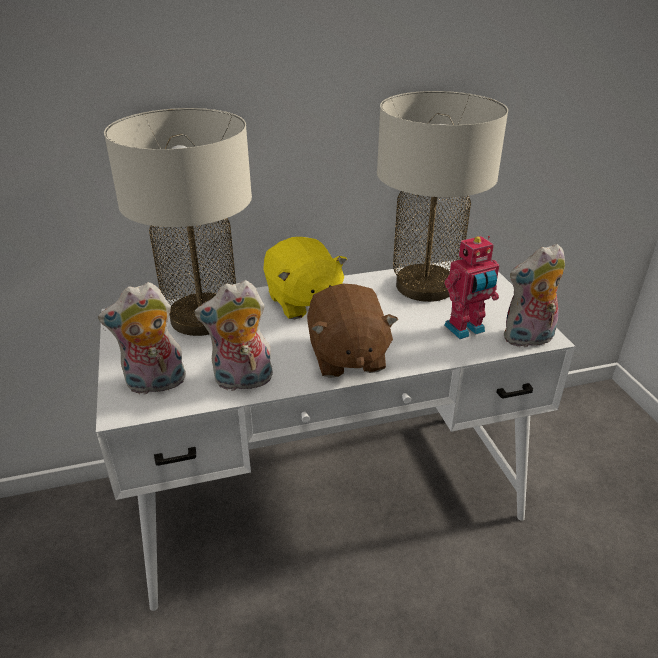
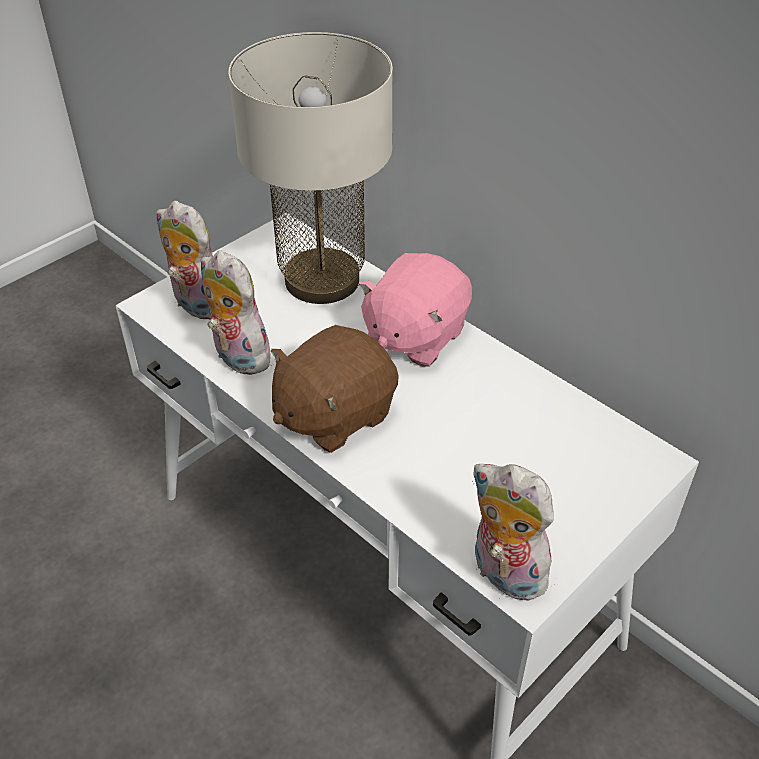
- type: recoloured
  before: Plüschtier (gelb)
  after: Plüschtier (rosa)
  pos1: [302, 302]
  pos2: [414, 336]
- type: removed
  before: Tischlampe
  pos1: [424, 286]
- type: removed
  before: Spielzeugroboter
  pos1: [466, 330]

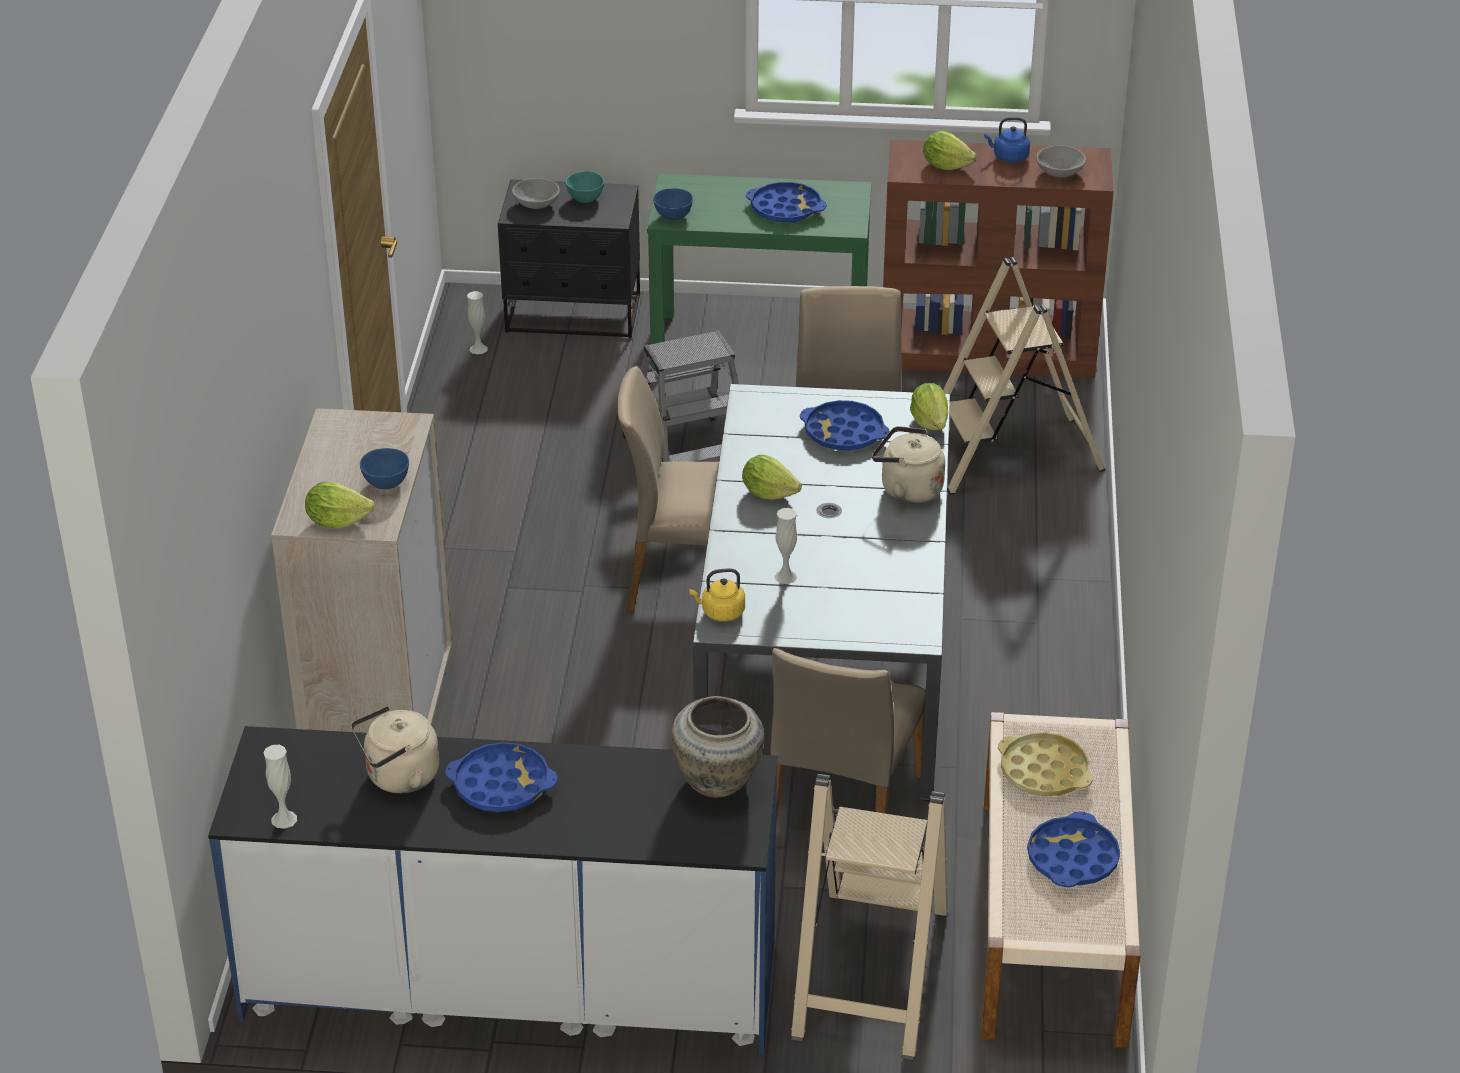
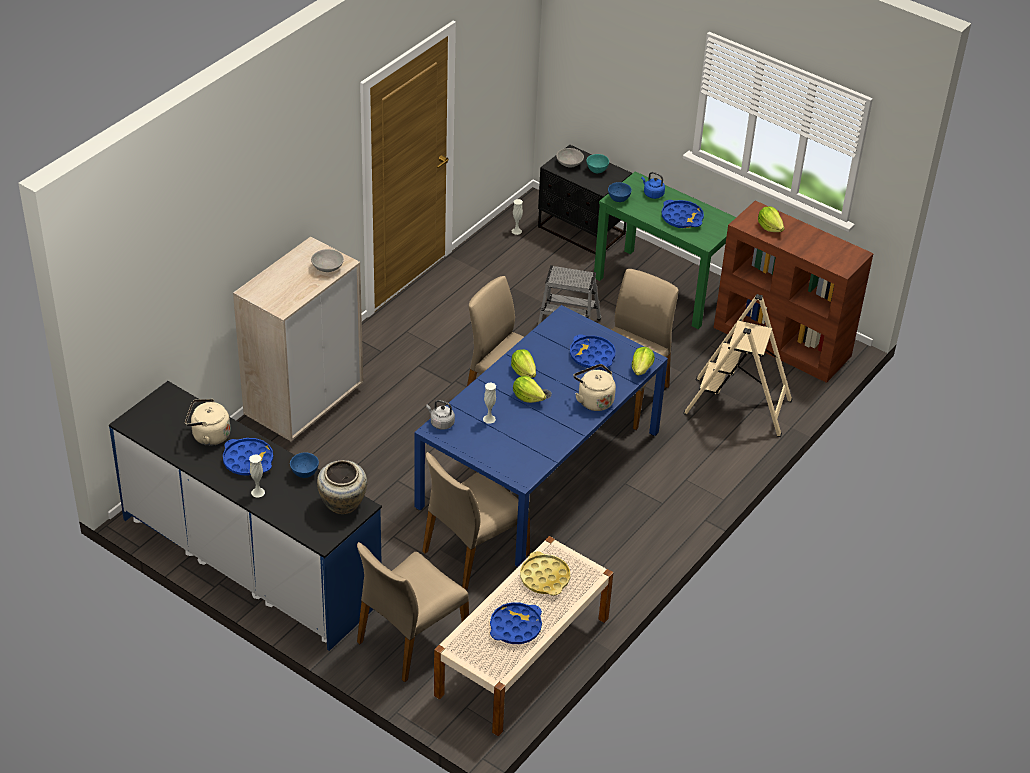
- type: moved
  before: Vase (weiß)
  pos1: [284, 819]
  pos2: [258, 492]
- type: moved
  before: Schüssel (blau)
  pos1: [386, 484]
  pos2: [304, 473]
- type: moved
  before: Schüssel (grau)
  pos1: [1059, 172]
  pos2: [327, 267]
- type: replaced
  before: Trittleiter (beige)
  after: Stuhl (beige)
  pos1: [870, 975]
  pos2: [411, 639]
- type: recoloured
  before: Esstisch (grau)
  after: Esstisch (blau)
  pos1: [824, 654]
  pos2: [539, 469]
- type: recoloured
  before: Wasserkessel (gelb)
  after: Wasserkessel (grau)
  pos1: [720, 612]
  pos2: [441, 423]
- type: moved
  before: Salatkopf
  pos1: [337, 521]
  pos2: [527, 397]
- type: moved
  before: Wasserkessel (blau)
  pos1: [1008, 157]
  pos2: [652, 194]

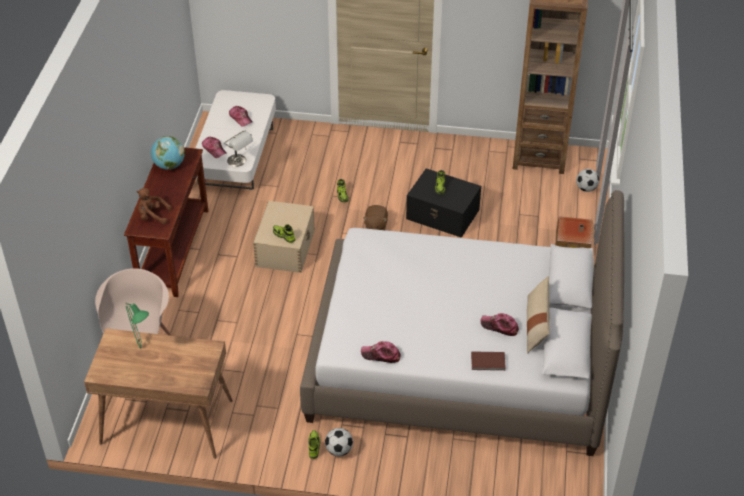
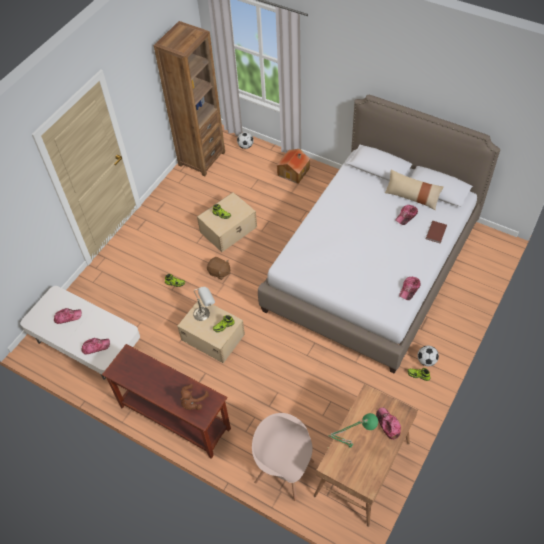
- type: moved
  before: Tischlampe (weiß)
  pos1: [239, 162]
  pos2: [204, 312]
- type: recoloured
  before: Aufbewahrungsbox (schwarz)
  after: Aufbewahrungsbox (beige)
  pos1: [443, 214]
  pos2: [229, 229]
- type: added
  after: Kappe
  pos2: [388, 424]
- type: removed
  before: Globus
  pos1: [169, 166]

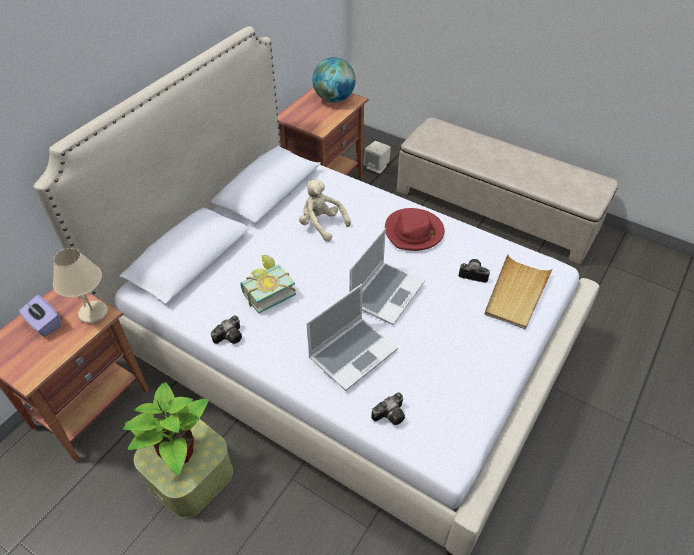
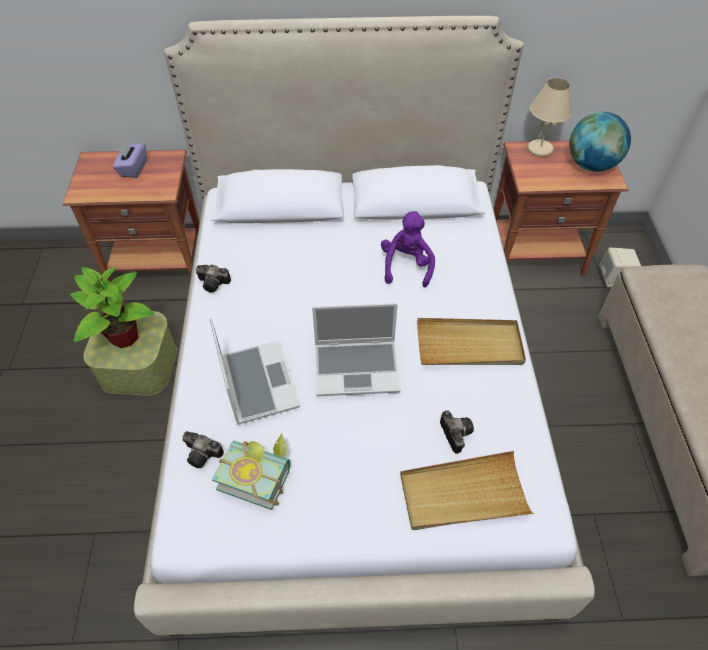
- type: turned
  before: Laptop
  pos1: [353, 353]
  pos2: [257, 382]
  turn: -120
- type: moved
  before: Buch
  pos1: [266, 292]
  pos2: [258, 473]
- type: recoloured
  before: Plüschtier (beige)
  after: Plüschtier (lila)
  pos1: [321, 225]
  pos2: [406, 266]
- type: replaced
  before: Hut (rot)
  after: Tablett (beige)
  pos1: [414, 232]
  pos2: [469, 345]
- type: moved
  before: Tischlampe (beige)
  pos1: [93, 312]
  pos2: [540, 149]

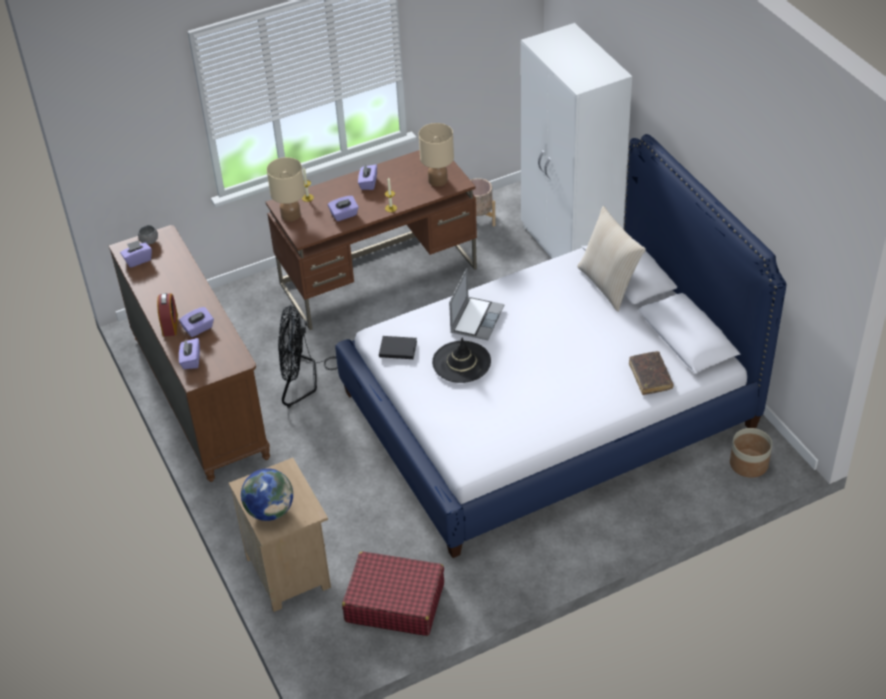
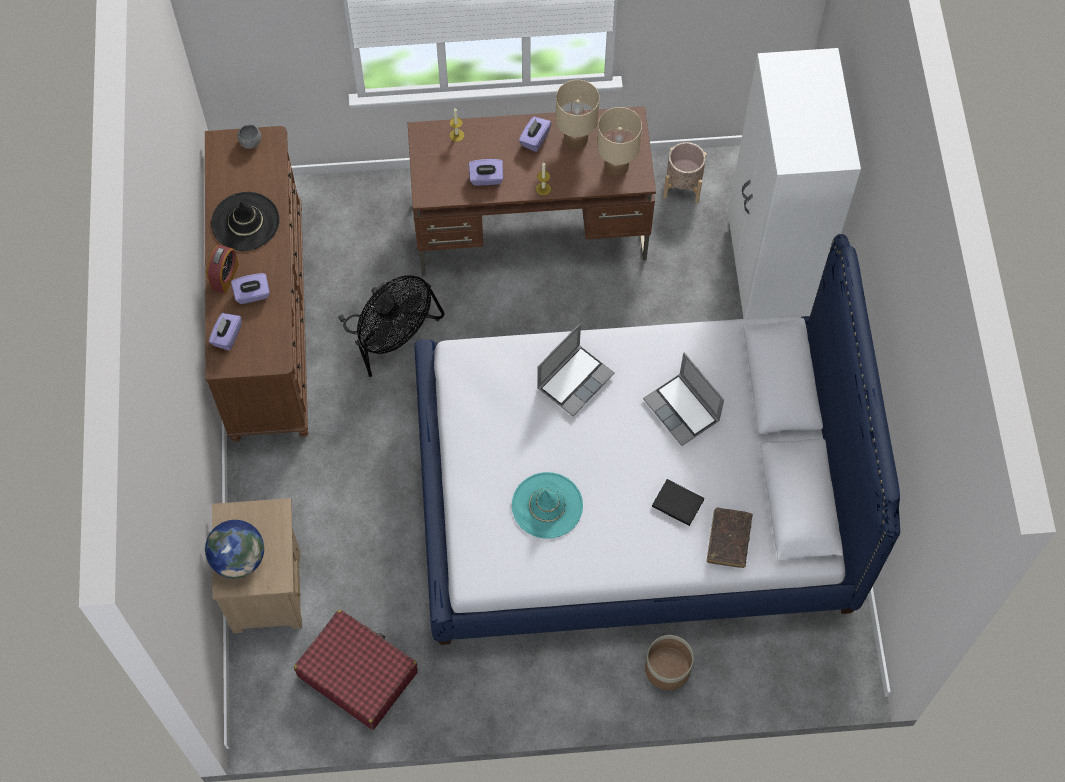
- type: moved
  before: Hut (schwarz)
  pos1: [461, 362]
  pos2: [245, 221]
- type: turned
  before: Ventilator (schwarz)
  pos1: [303, 375]
  pos2: [389, 337]
  turn: -150
- type: added
  after: Hut (türkis)
  pos2: [547, 505]
- type: moved
  before: Tischlampe (beige)
  pos1: [291, 215]
  pos2: [576, 139]
- type: added
  after: Laptop
  pos2: [683, 410]
- type: moved
  before: Pflanzkübel
  pos1: [748, 464]
  pos2: [667, 668]
- type: moved
  before: Buch (schwarz)
  pos1: [397, 348]
  pos2: [677, 502]
- type: removed
  before: Taschentuchbox (lila)
  pos1: [138, 260]
- type: removed
  before: Kissen (beige)
  pos1: [608, 284]

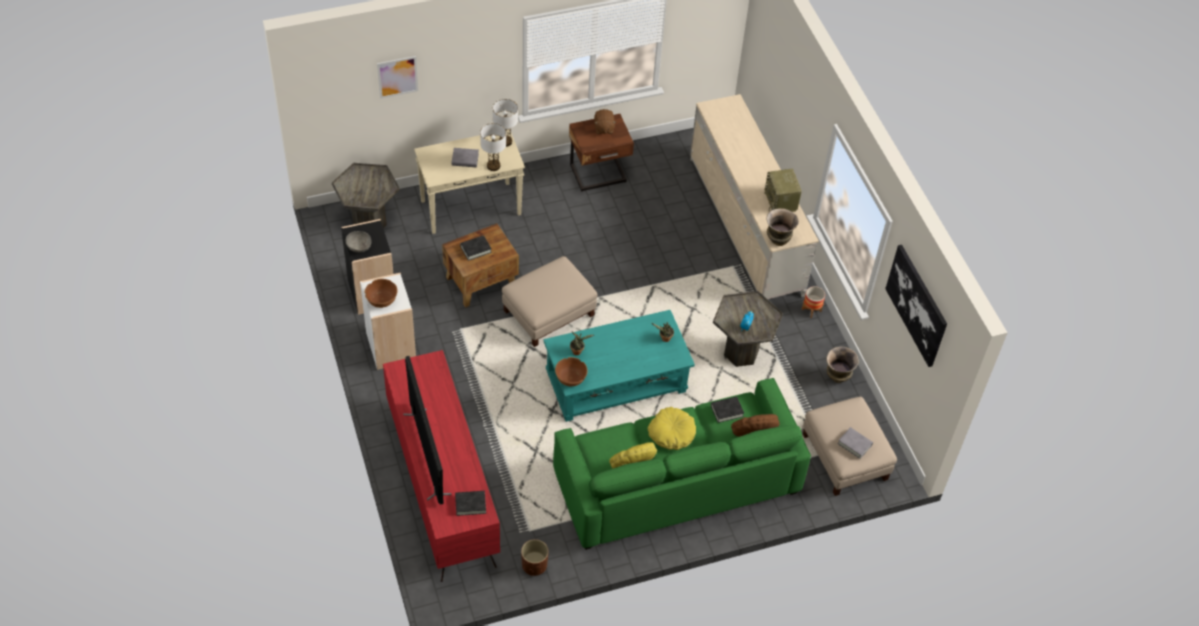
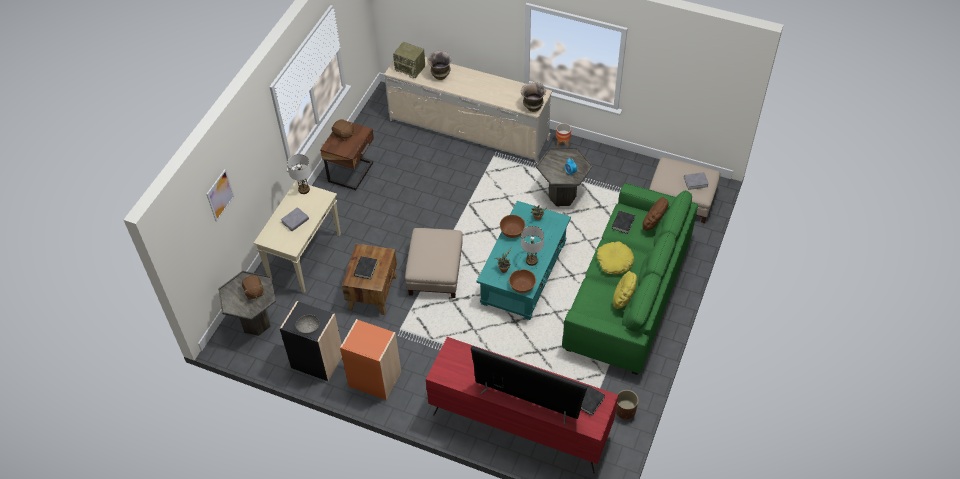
- type: added
  after: Plüschtier (braun)
  pos2: [254, 292]
- type: recoloured
  before: Bücherregal (weiß)
  after: Bücherregal (orange)
  pos1: [390, 346]
  pos2: [374, 379]
- type: moved
  before: Radio
  pos1: [781, 202]
  pos2: [410, 68]
- type: moved
  before: Vase
  pos1: [837, 377]
  pos2: [440, 76]
- type: moved
  before: Schüssel (braun)
  pos1: [381, 300]
  pos2: [512, 232]
- type: moved
  before: Tischlampe
  pos1: [493, 166]
  pos2: [531, 260]
- type: removed
  before: Bild
  pos1: [917, 305]

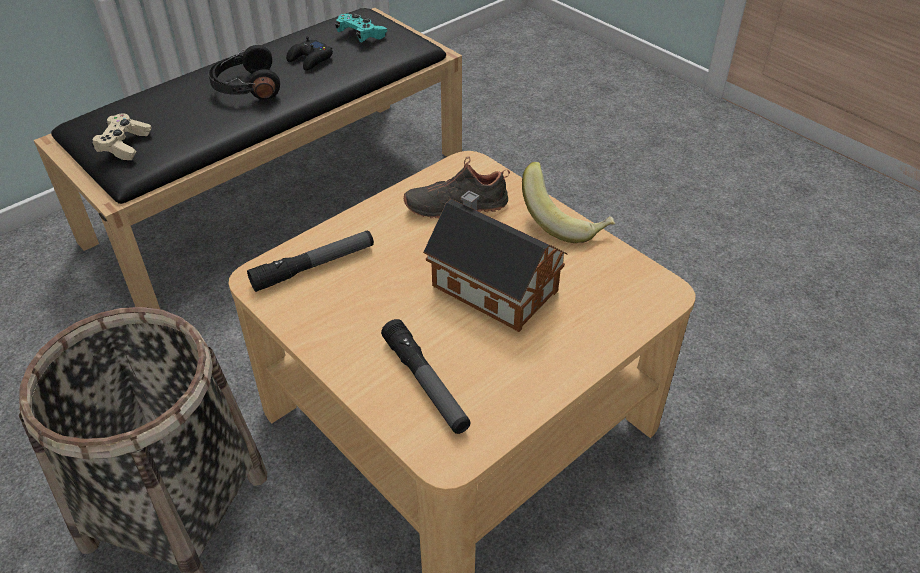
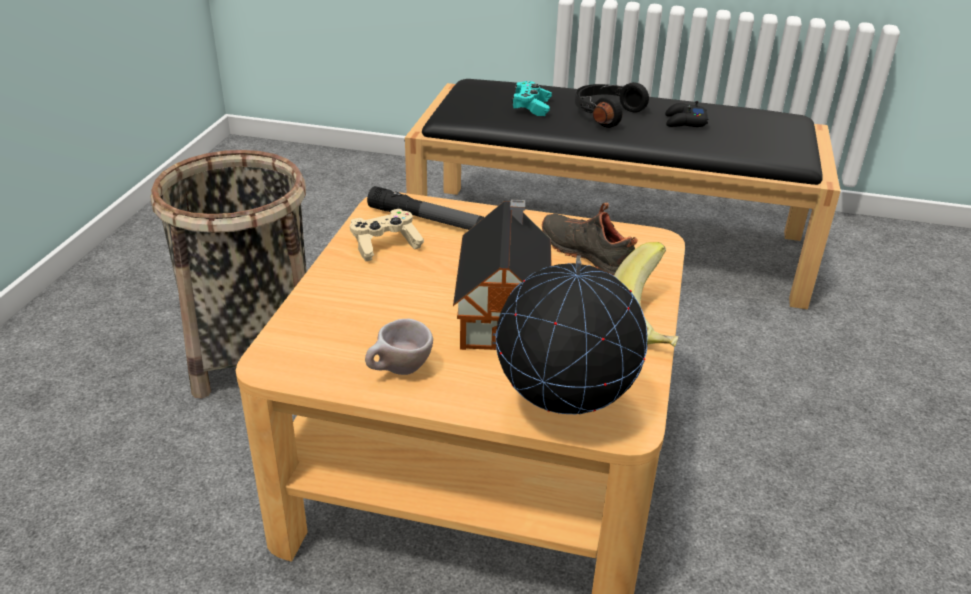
- type: moved
  before: Gamepad (beige)
  pos1: [125, 145]
  pos2: [385, 245]
- type: added
  after: Tasse (beige)
  pos2: [399, 372]
- type: added
  after: Globus
  pos2: [563, 412]
- type: moved
  before: Gamepad (türkis)
  pos1: [361, 35]
  pos2: [531, 107]
- type: removed
  before: Taschenlampe
  pos1: [425, 383]

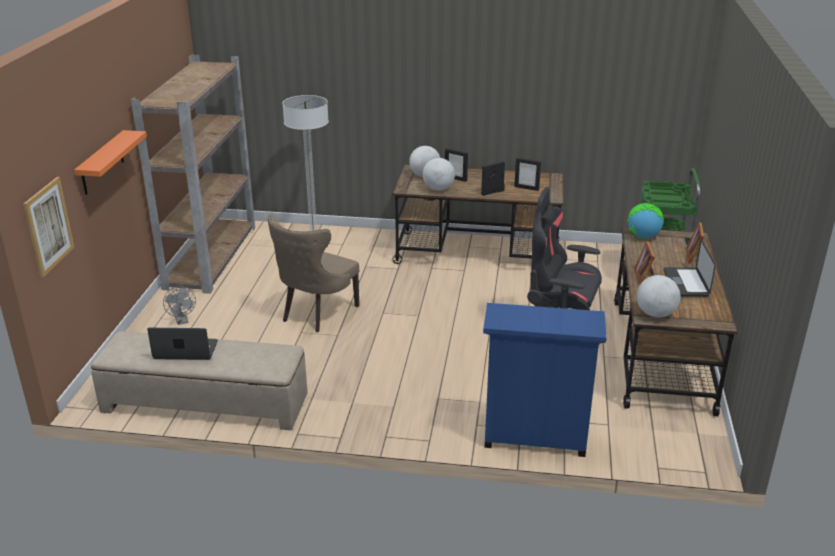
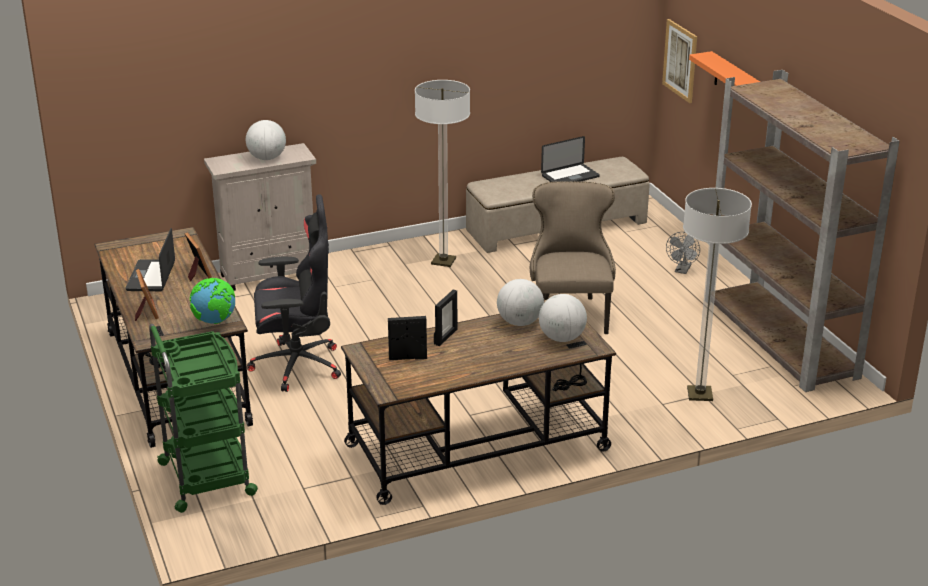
- type: turned
  before: Laptop
  pos1: [686, 283]
  pos2: [151, 277]
  turn: -150
- type: recoloured
  before: Schrank (blau)
  after: Schrank (beige)
  pos1: [533, 439]
  pos2: [269, 274]
- type: moved
  before: Globus
  pos1: [655, 314]
  pos2: [267, 158]
- type: added
  after: Stehlampe
  pos2: [443, 261]
- type: turned
  before: Ventilator (grau)
  pos1: [182, 321]
  pos2: [682, 270]
  turn: -105
- type: removed
  before: Bilderrahmen
  pos1: [456, 178]

